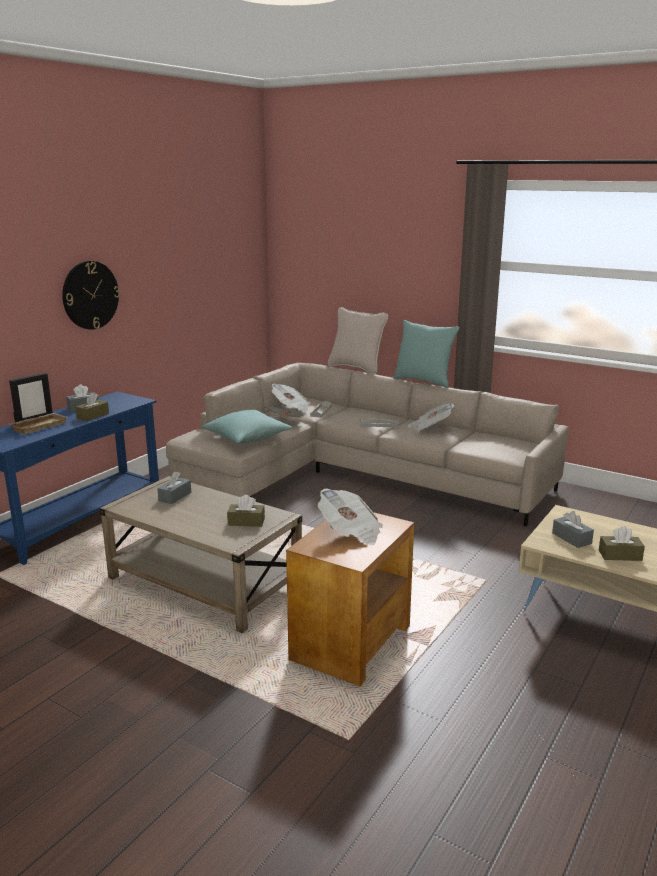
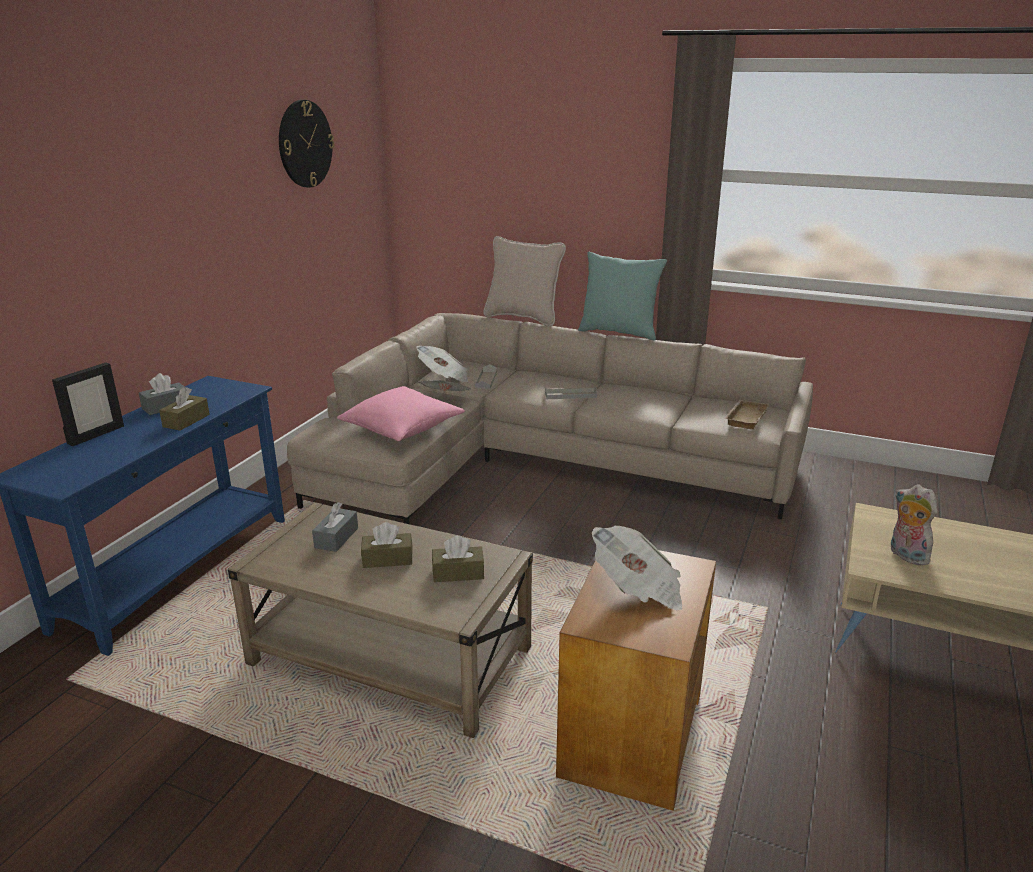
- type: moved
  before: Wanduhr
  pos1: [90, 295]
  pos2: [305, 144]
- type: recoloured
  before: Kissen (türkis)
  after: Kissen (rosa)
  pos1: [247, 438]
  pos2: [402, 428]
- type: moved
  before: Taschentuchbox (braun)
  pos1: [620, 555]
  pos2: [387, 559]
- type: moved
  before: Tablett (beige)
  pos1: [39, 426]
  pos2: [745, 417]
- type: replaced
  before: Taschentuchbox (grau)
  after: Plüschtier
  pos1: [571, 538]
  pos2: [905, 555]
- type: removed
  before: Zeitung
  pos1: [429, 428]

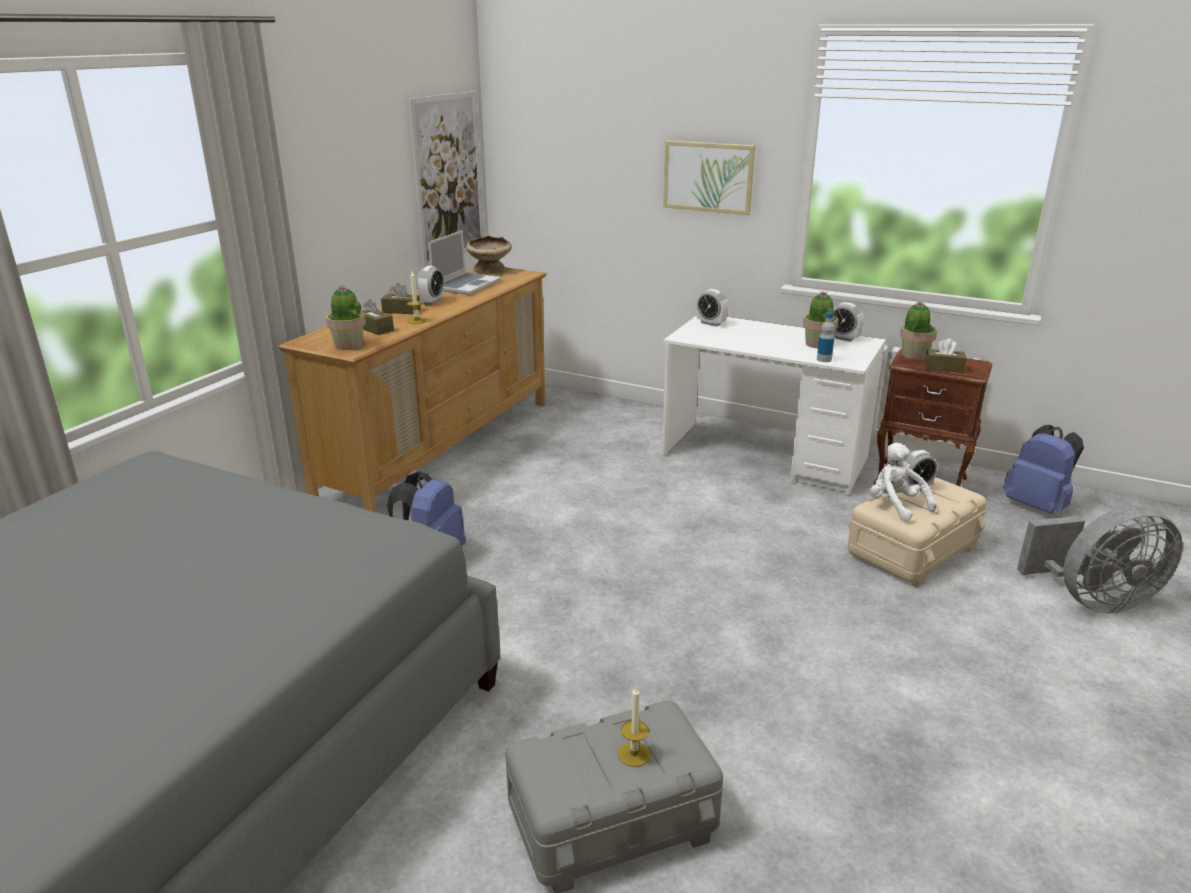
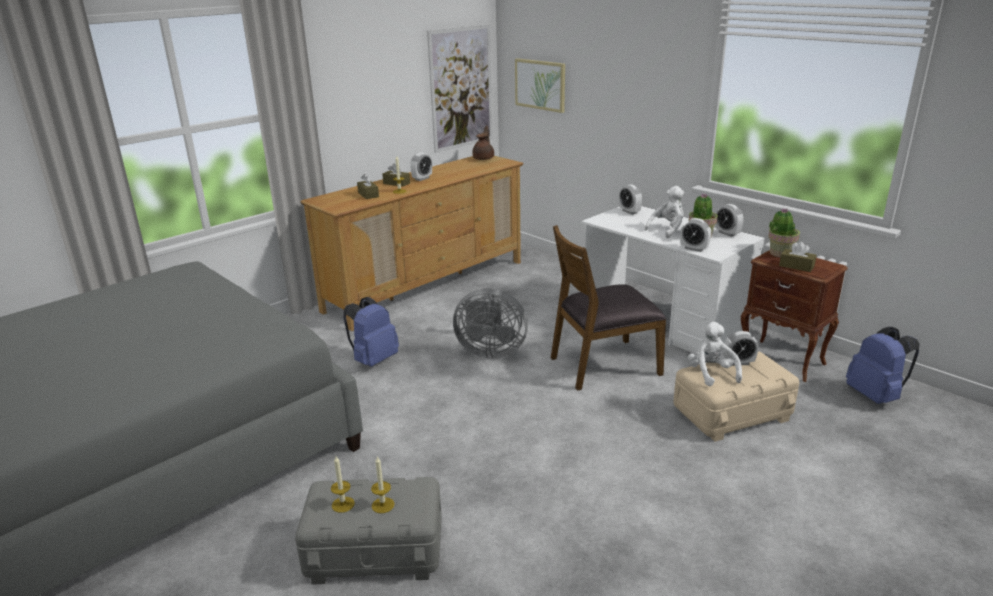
- type: added
  after: Kerze
  pos2: [343, 504]
- type: moved
  before: Ventilator (grau)
  pos1: [1093, 600]
  pos2: [490, 351]
- type: replaced
  before: Schüssel (beige)
  after: Teekanne (braun)
  pos1: [490, 271]
  pos2: [484, 158]
- type: moved
  before: Bild
  pos1: [708, 177]
  pos2: [540, 84]
- type: added
  after: Stuhl (braun)
  pos2: [603, 365]
- type: added
  after: Plüschtier (weiß)
  pos2: [667, 230]
- type: replaced
  before: Flasche
  after: Wecker
  pos1: [824, 359]
  pos2: [694, 249]
- type: removed
  before: Topfpflanze
  pos1: [349, 345]
- type: removed
  before: Laptop
  pos1: [466, 285]

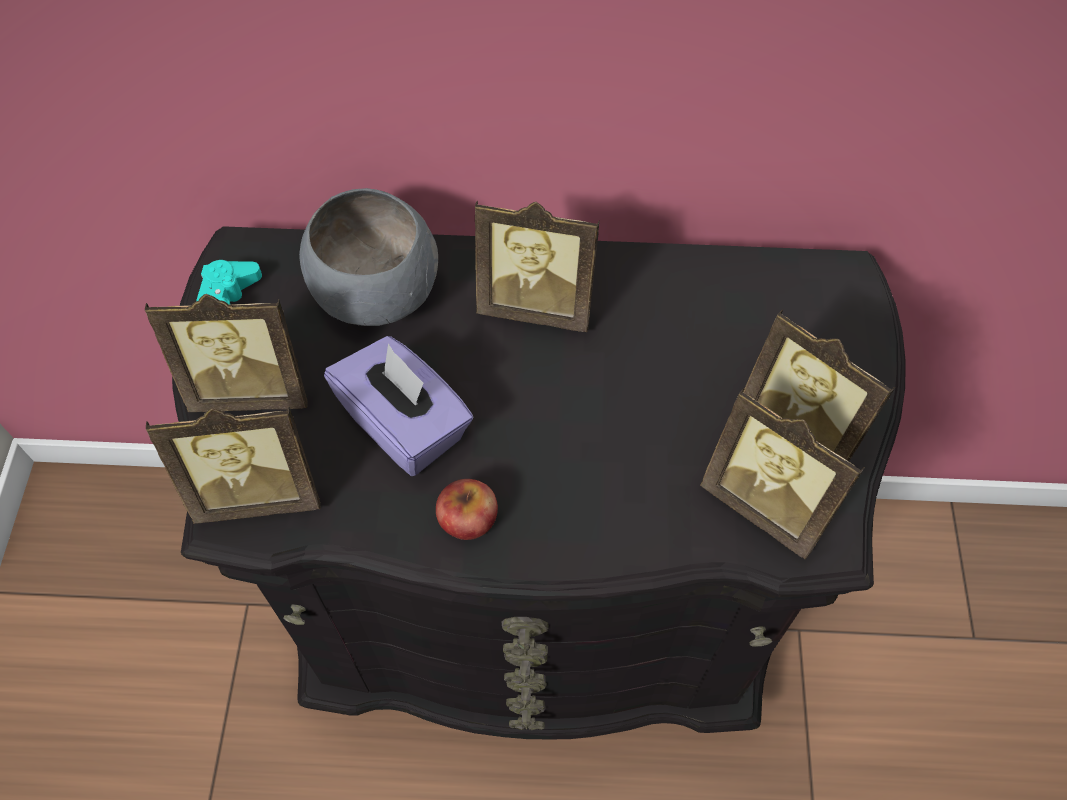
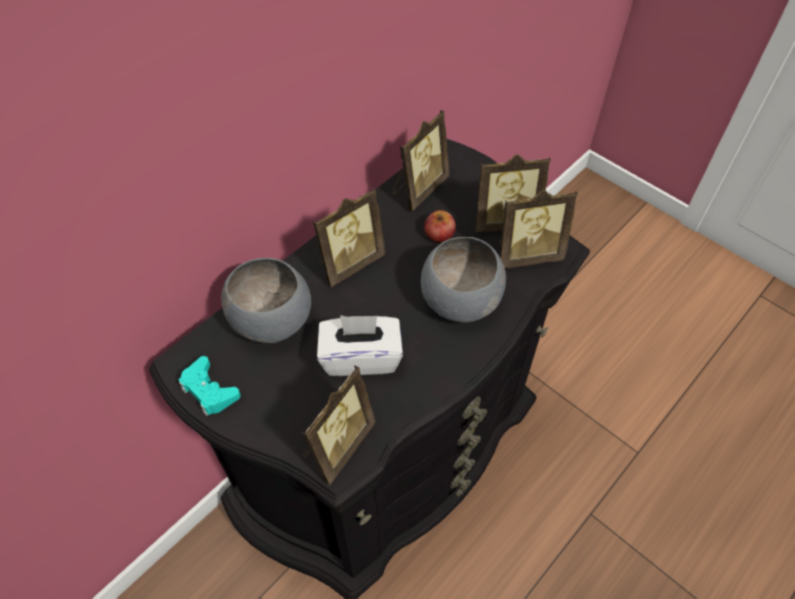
- type: recoloured
  before: Taschentuchbox (lila)
  after: Taschentuchbox (weiß)
  pos1: [405, 424]
  pos2: [361, 357]
- type: moved
  before: Bilderrahmen
  pos1: [252, 388]
  pos2: [418, 189]
- type: added
  after: Schüssel (grau)
  pos2: [459, 300]
- type: moved
  before: Apfel
  pos1: [468, 518]
  pos2: [439, 234]

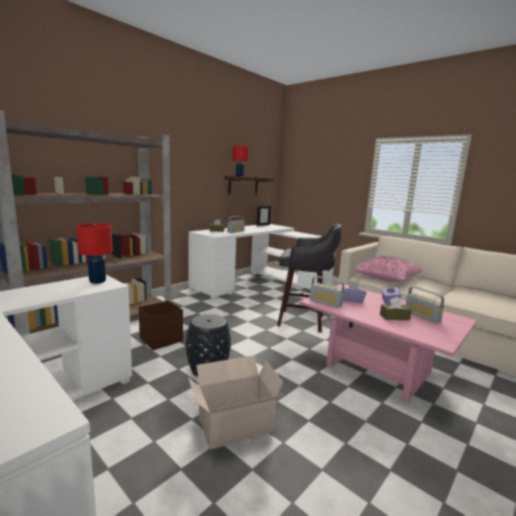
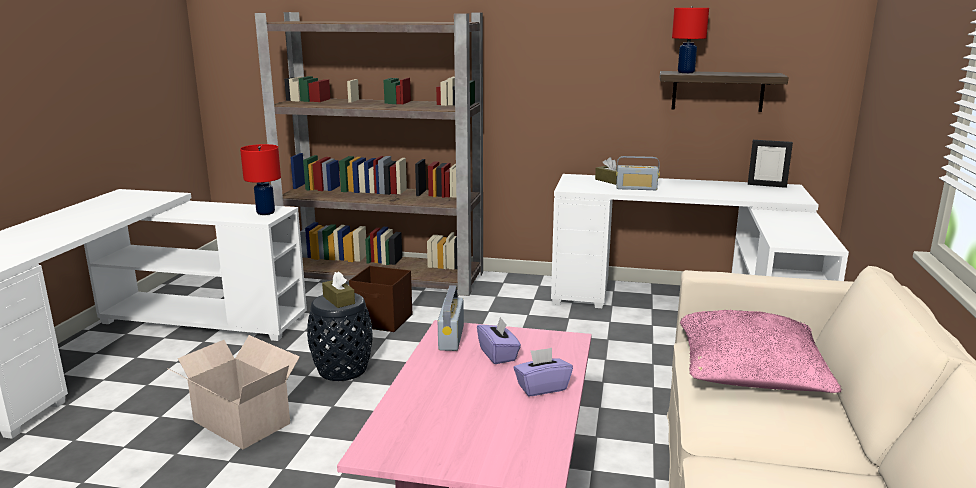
- type: moved
  before: Taschentuchbox (braun)
  pos1: [394, 317]
  pos2: [339, 300]
- type: removed
  before: Hocker (grau)
  pos1: [303, 321]
- type: removed
  before: Radio
  pos1: [422, 316]

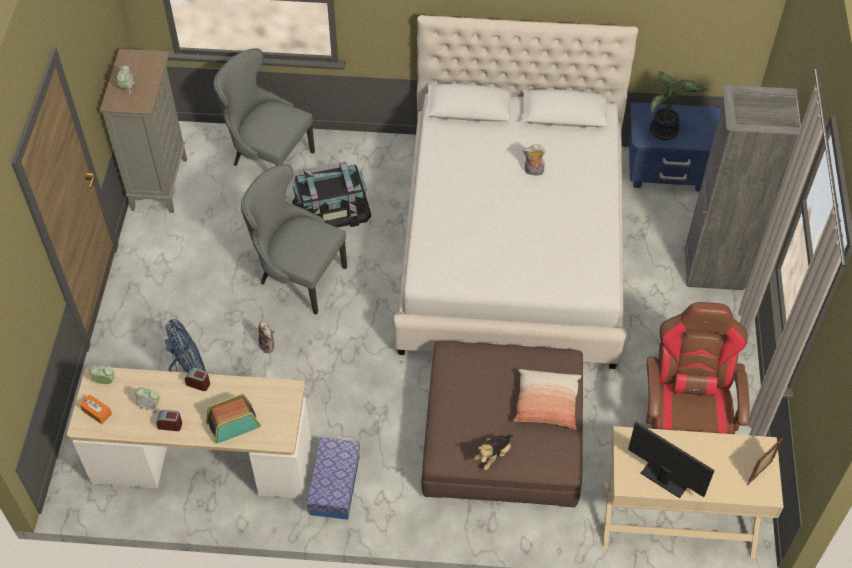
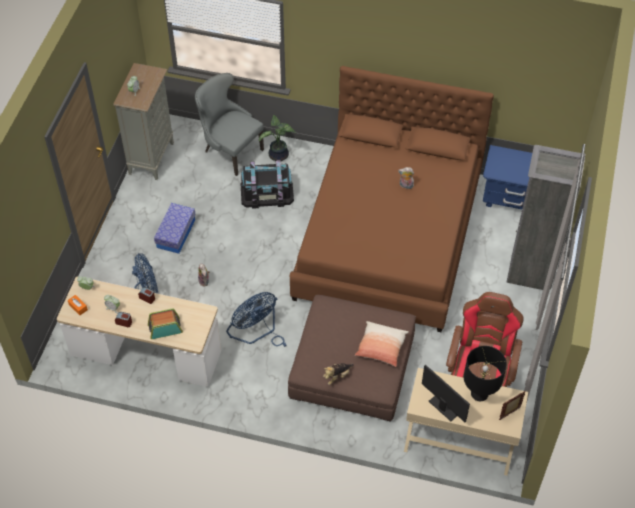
- type: moved
  before: Aufbewahrungsbox
  pos1: [335, 485]
  pos2: [176, 233]
- type: added
  after: Ventilator (blau)
  pos2: [259, 331]
- type: moved
  before: Topfpflanze
  pos1: [664, 132]
  pos2: [278, 156]
- type: recoloured
  before: Bett (weiß)
  after: Bett (braun)
  pos1: [512, 247]
  pos2: [388, 237]
- type: added
  after: Tischlampe (schwarz)
  pos2: [479, 394]
- type: removed
  before: Stuhl (grau)
  pos1: [298, 277]

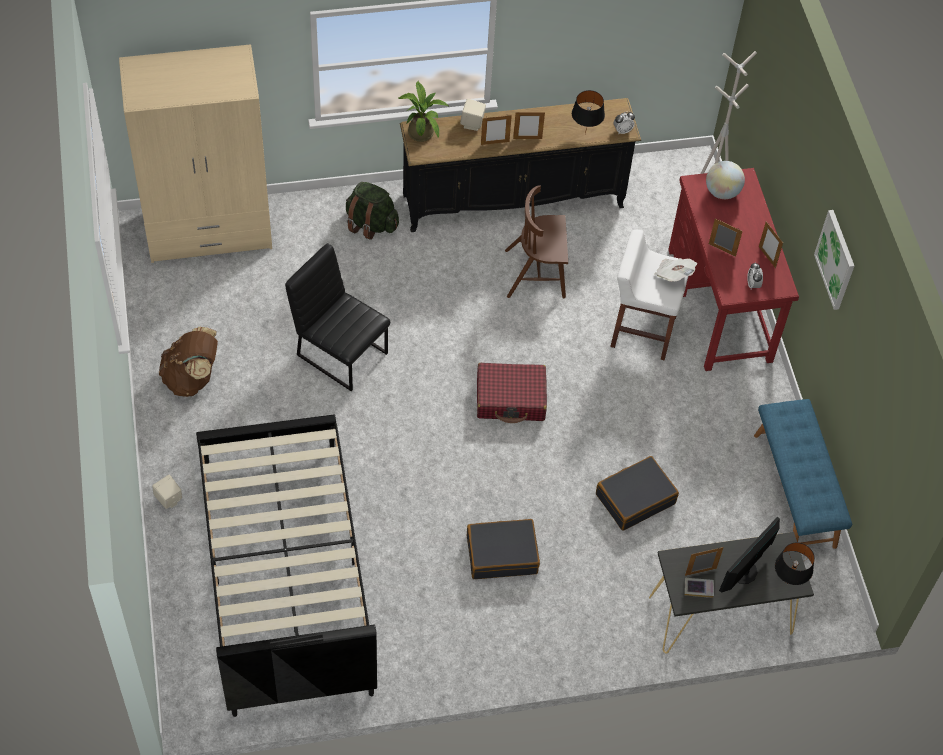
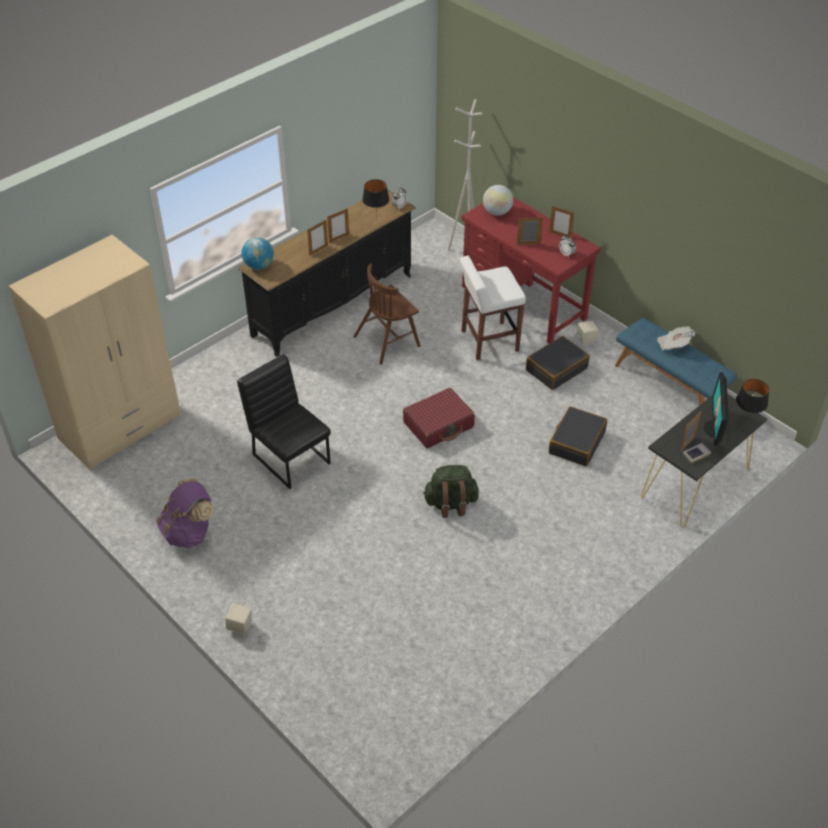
- type: recoloured
  before: Rucksack (braun)
  after: Rucksack (lila)
  pos1: [192, 378]
  pos2: [189, 532]
- type: turned
  before: Stuhl (schwarz)
  pos1: [340, 352]
  pos2: [290, 457]
  turn: 45
- type: replaced
  before: Topfpflanze
  after: Globus
  pos1: [421, 131]
  pos2: [259, 265]
- type: moved
  before: Rucksack (grün)
  pos1: [371, 224]
  pos2: [451, 504]
- type: moved
  before: Koffer (schwarz)
  pos1: [502, 554]
  pos2: [556, 369]
- type: moved
  before: Lautsprecher (beige)
  pos1: [472, 124]
  pos2: [586, 340]
- type: moved
  before: Zeitung
  pos1: [673, 275]
  pos2: [673, 344]
- type: removed
  before: Bett (schwarz)
  pos1: [285, 574]
- type: removed
  before: Bild
  pos1: [836, 259]

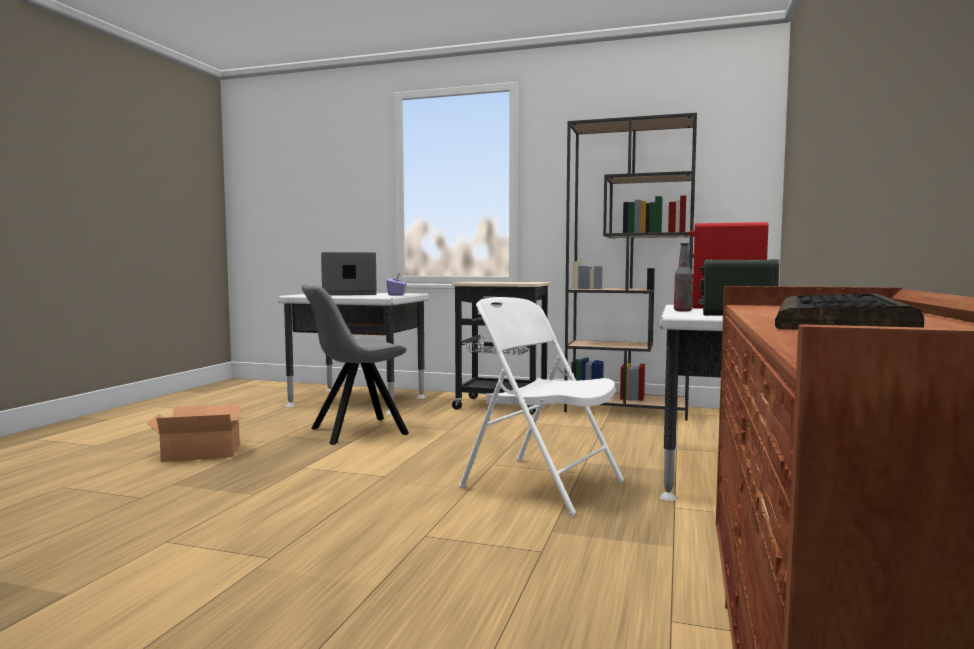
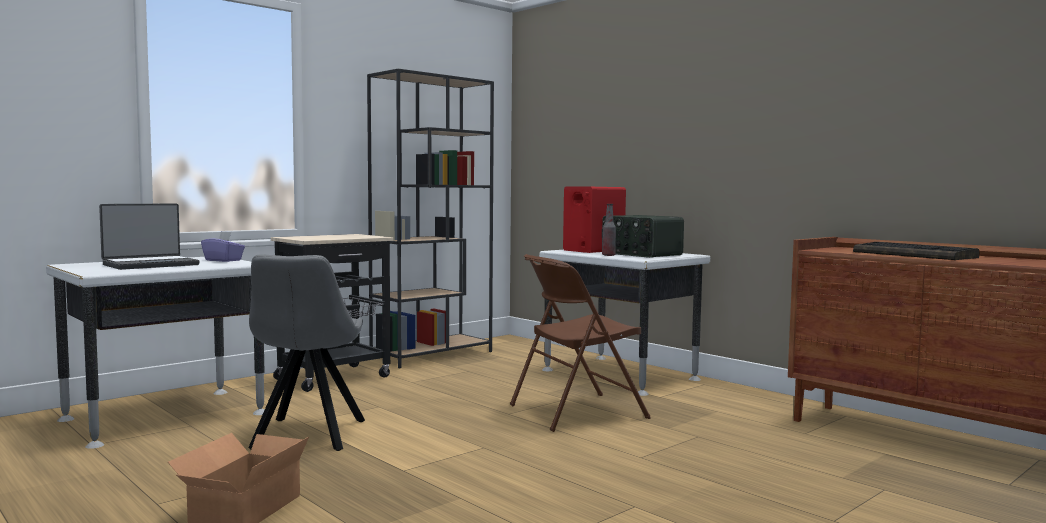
- type: turned
  before: Laptop
  pos1: [349, 294]
  pos2: [150, 265]
  turn: -150
- type: recoloured
  before: Stuhl (weiß)
  after: Stuhl (braun)
  pos1: [543, 484]
  pos2: [577, 411]

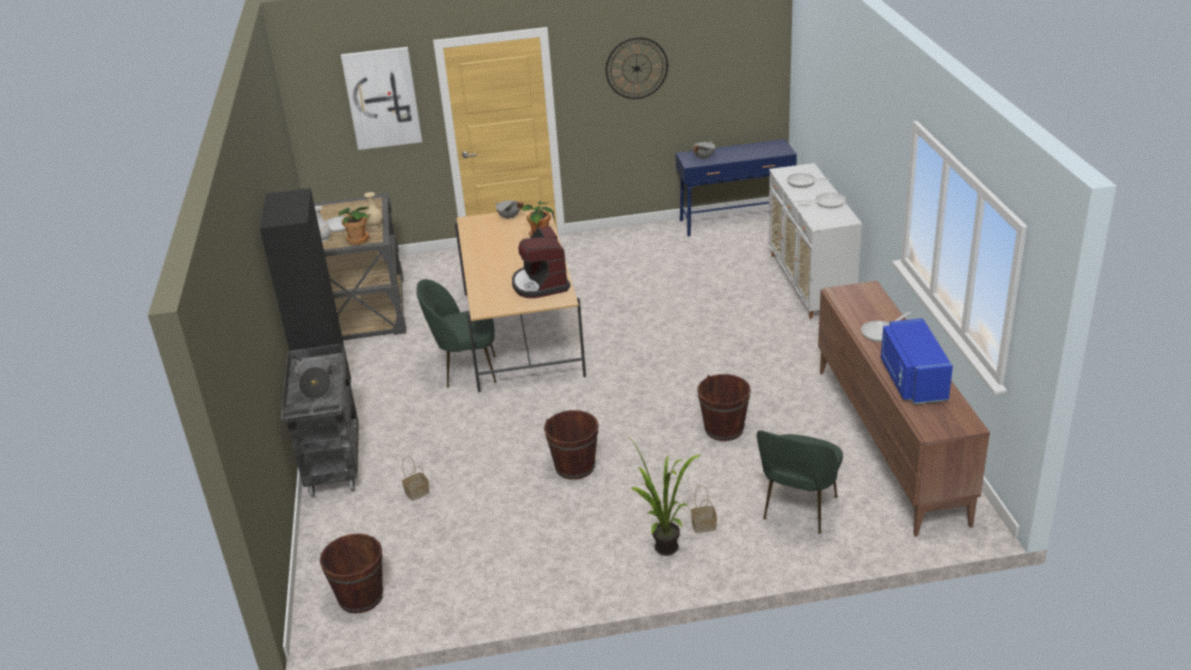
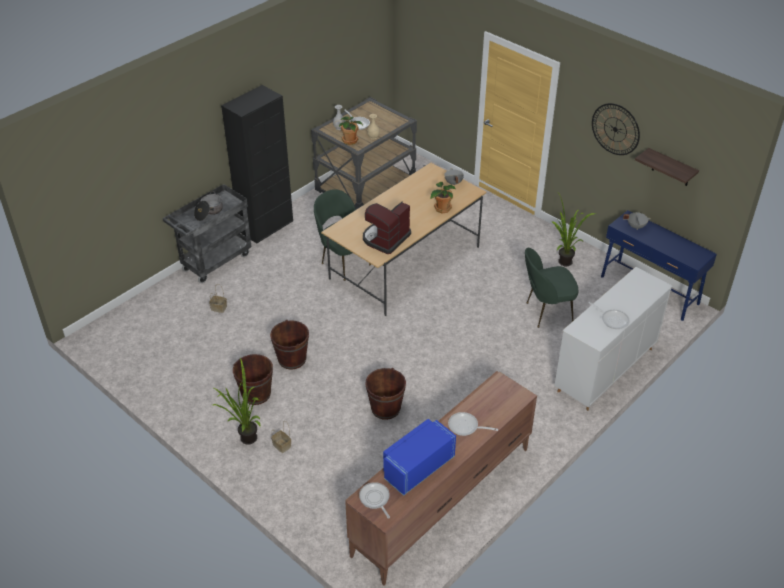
- type: moved
  before: Eimer (braun)
  pos1: [360, 597]
  pos2: [256, 394]
- type: moved
  before: Pfanne
  pos1: [803, 183]
  pos2: [375, 499]
- type: moved
  before: Stuhl (grün)
  pos1: [798, 512]
  pos2: [545, 313]
- type: added
  after: Topfpflanze
  pos2: [563, 264]
- type: added
  after: Wandregal
  pos2: [671, 168]
- type: removed
  before: Bild
  pos1: [382, 98]

